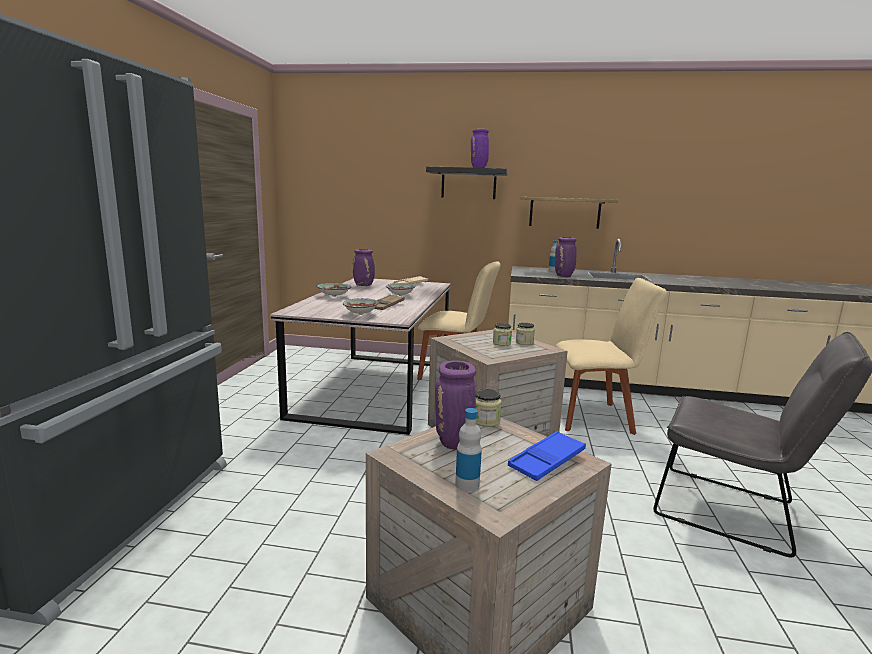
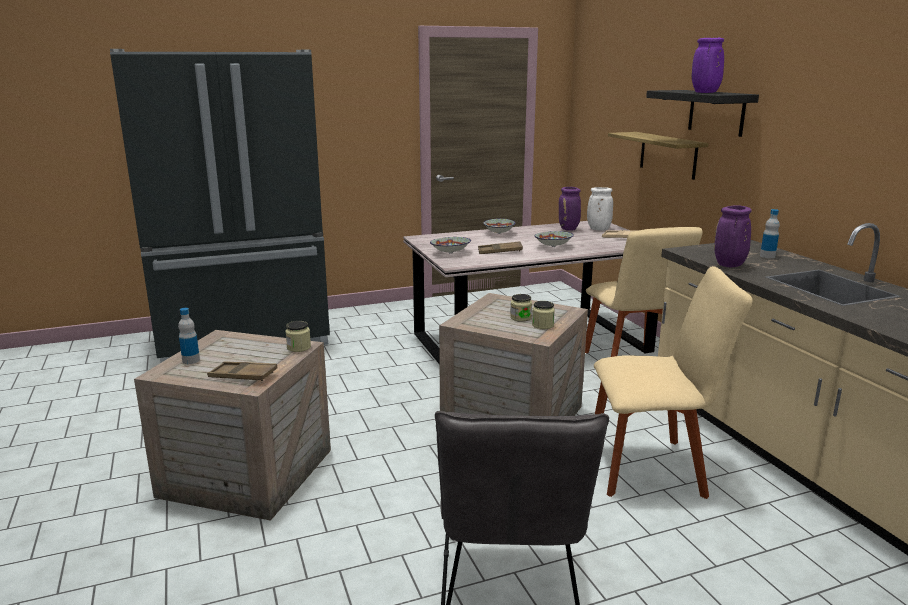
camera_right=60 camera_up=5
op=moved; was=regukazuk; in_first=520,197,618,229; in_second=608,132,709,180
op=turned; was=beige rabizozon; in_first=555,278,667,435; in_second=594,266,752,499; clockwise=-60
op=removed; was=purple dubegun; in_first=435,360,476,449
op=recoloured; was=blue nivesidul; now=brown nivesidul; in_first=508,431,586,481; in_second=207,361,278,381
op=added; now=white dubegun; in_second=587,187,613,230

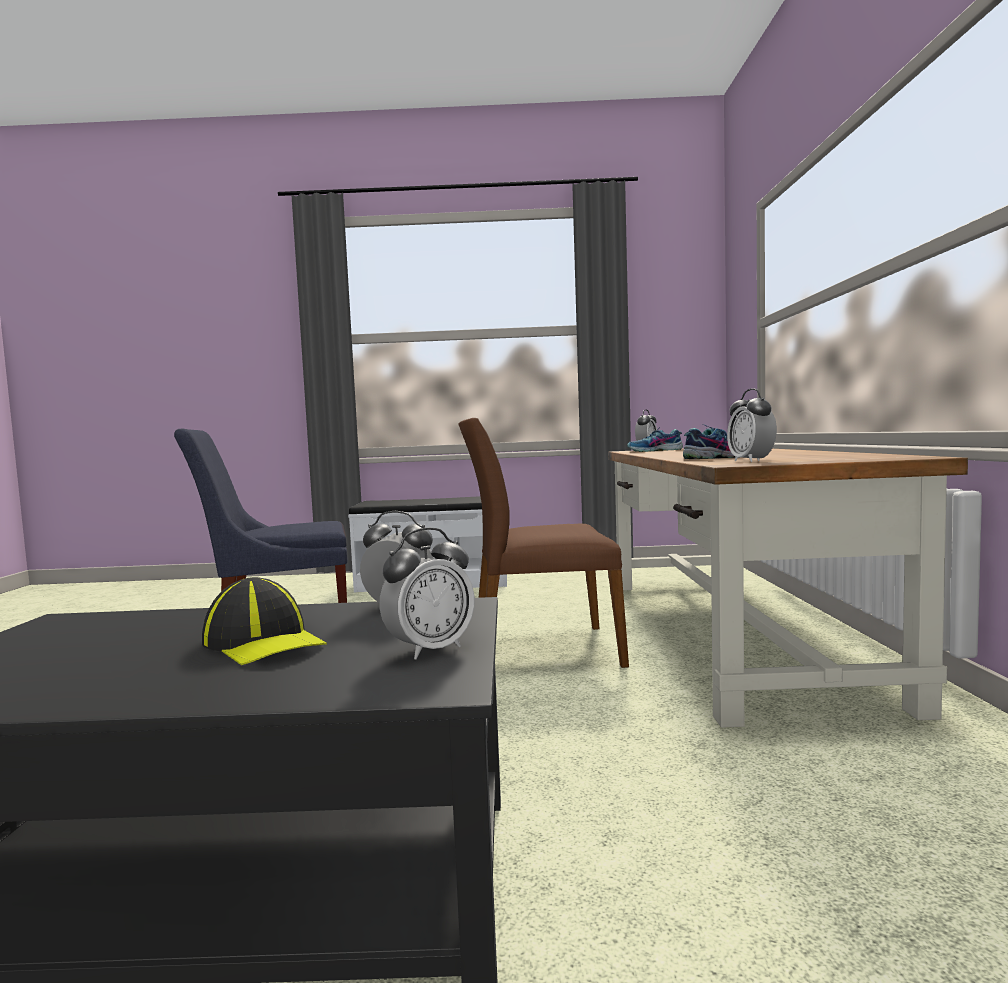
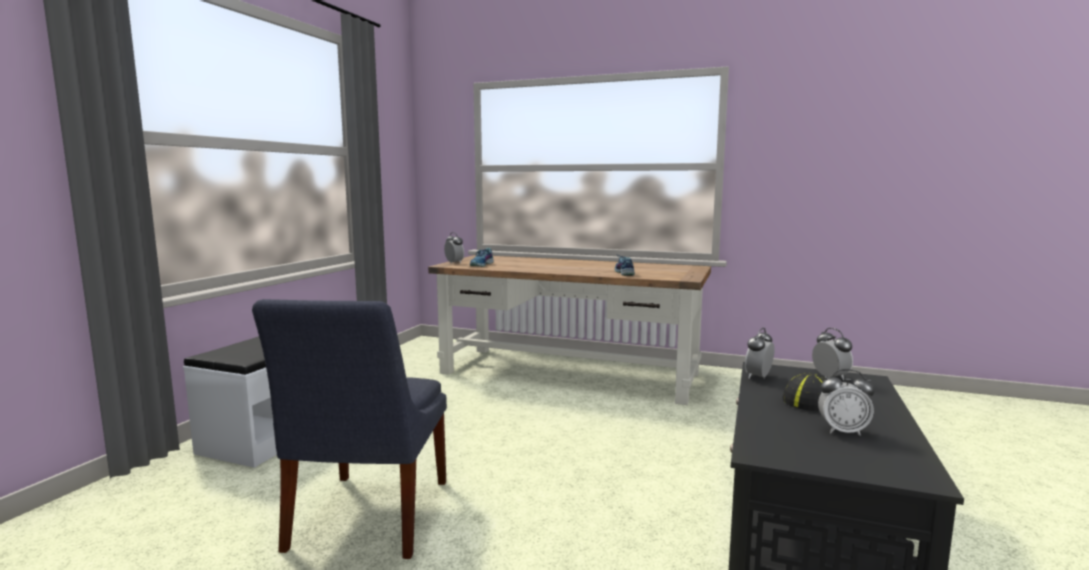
camera_right=-70 camera_up=5
op=moved; was=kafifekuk; in_first=727,388,777,462; in_second=818,369,875,436
op=removed; was=brown rabizozon; in_first=459,418,629,668

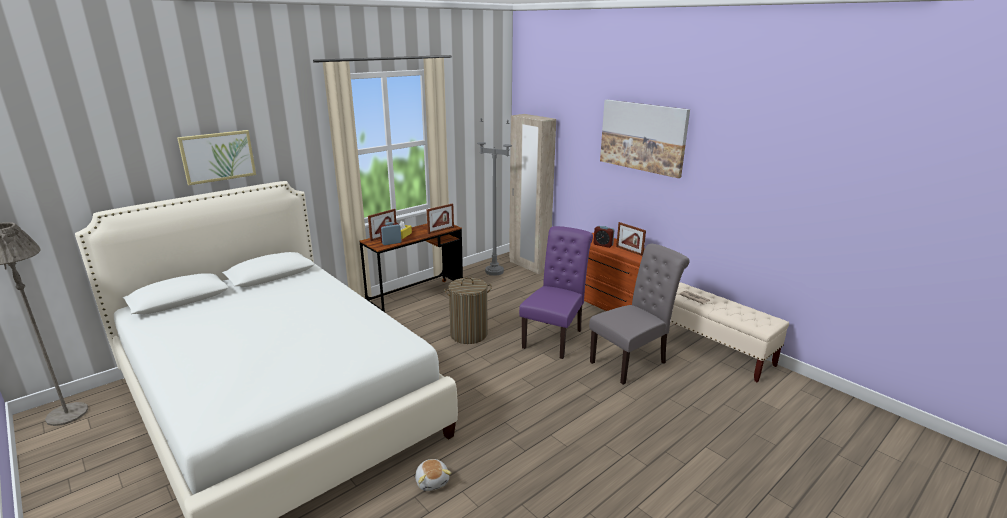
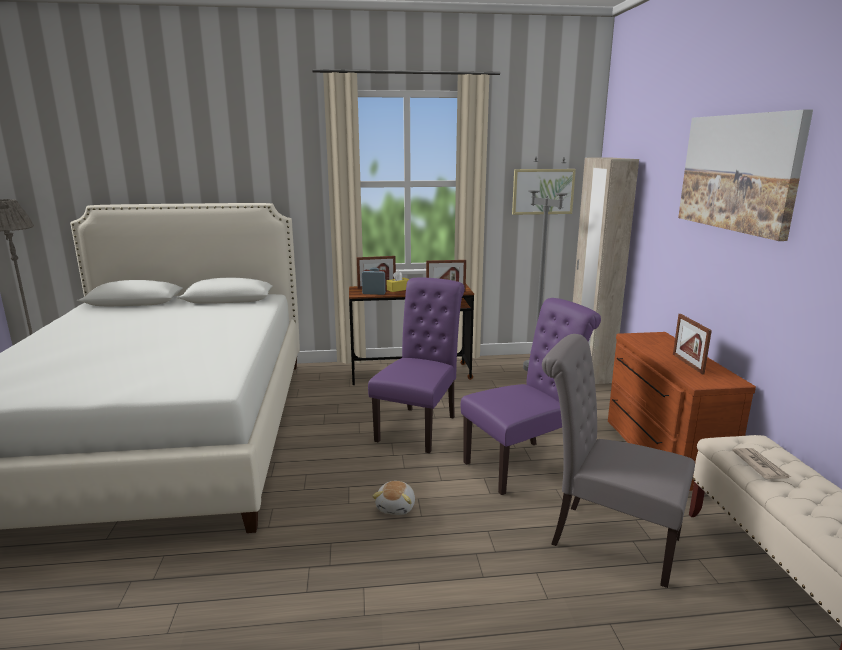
camera_right=35 camera_up=-5
op=moved; was=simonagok; in_first=177,130,256,185; in_second=512,169,576,215
op=removed; was=kafifekuk; in_first=594,226,614,248
op=turned; was=grey rabizozon; in_first=589,244,690,385; in_second=542,334,695,588; clockwise=-150
op=replaced; was=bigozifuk; now=purple rabizozon; in_first=444,277,492,344; in_second=368,277,465,453
op=moved; was=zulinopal; in_first=415,459,451,491; in_second=372,481,415,515

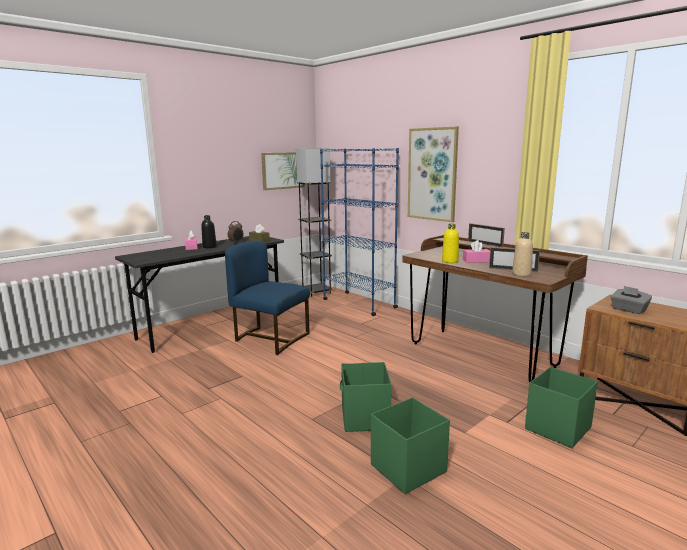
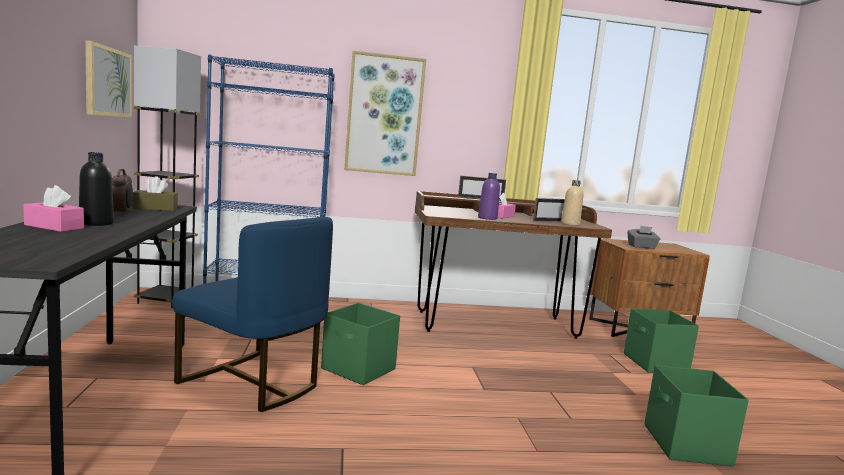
camera_right=-55 camera_up=-5
op=recoloured; was=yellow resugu; now=purple resugu; in_first=442,224,459,263; in_second=478,173,500,220
op=turned; was=blue rabizozon; in_first=225,241,310,355; in_second=172,217,333,412; clockwise=-120
op=moved; was=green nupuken; in_first=340,362,392,432; in_second=321,303,400,385

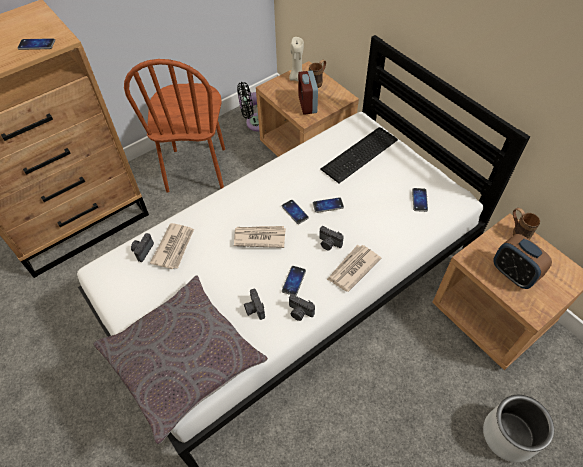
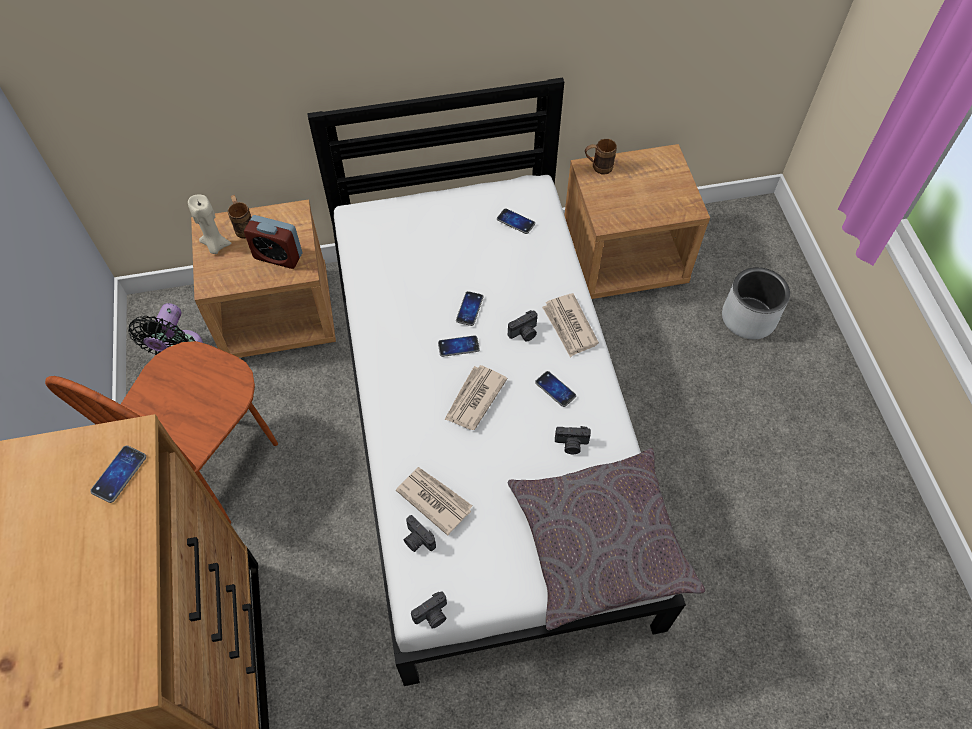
camera_right=-65 camera_up=5
op=turned; was=brown rabizozon; in_first=124,59,225,193; in_second=45,341,278,524; clockwise=90
op=removed; was=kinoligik; in_first=320,127,398,183
op=removed; was=kafifekuk; in_first=493,234,552,289
op=moved; was=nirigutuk; in_first=289,294,315,321; in_second=411,592,447,629

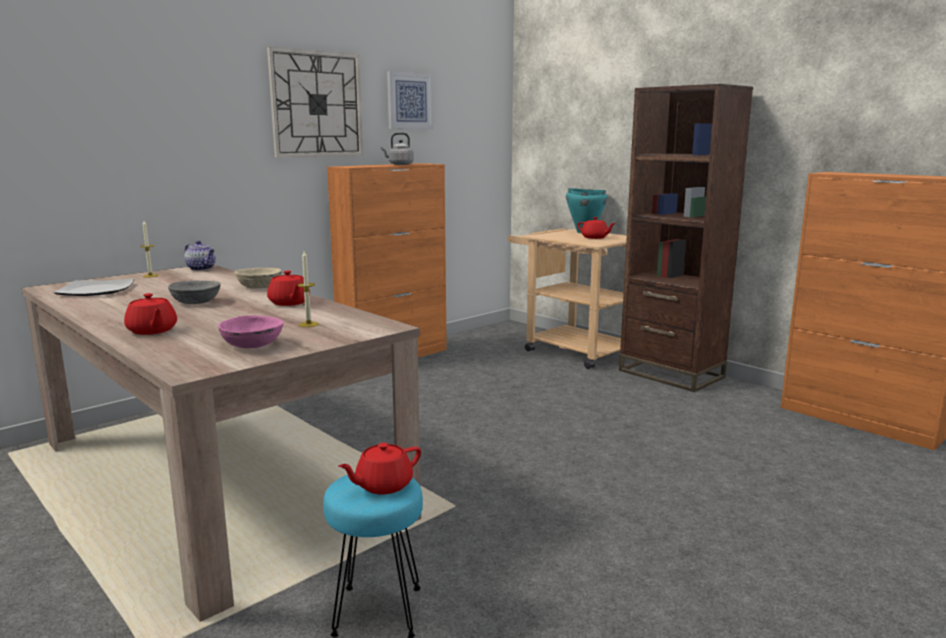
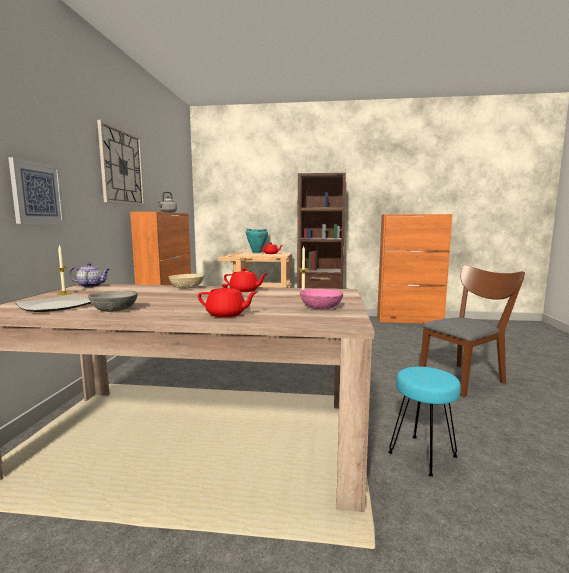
camera_right=-40 camera_up=-5
op=moved; was=simonagok; in_first=387,71,433,129; in_second=8,157,65,224
op=moved; was=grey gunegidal; in_first=168,280,221,304; in_second=88,290,138,312
op=removed; was=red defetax; in_first=338,443,421,494
op=added; now=brown rabizozon; in_second=420,265,525,397

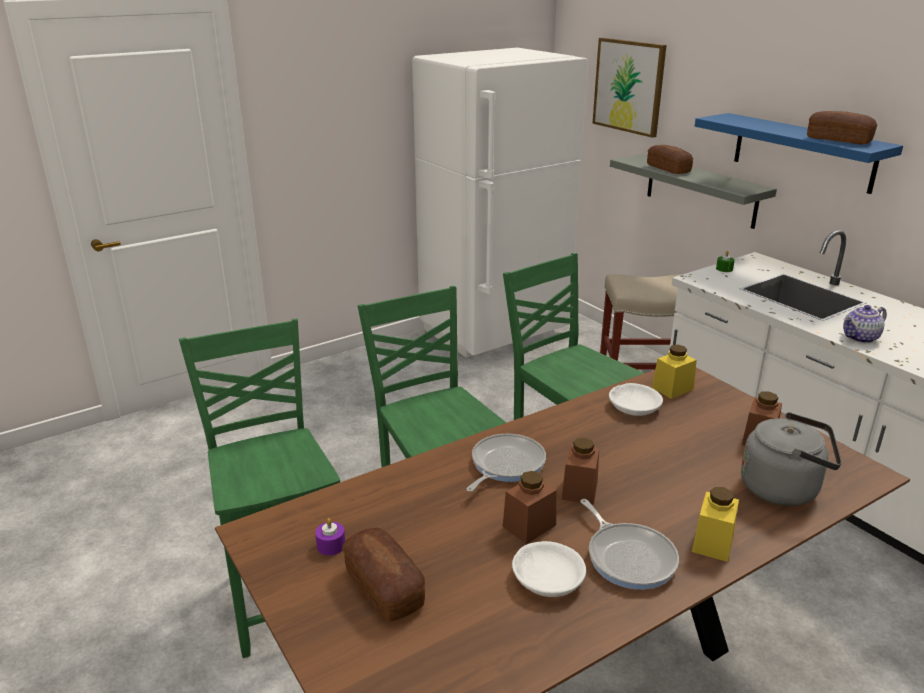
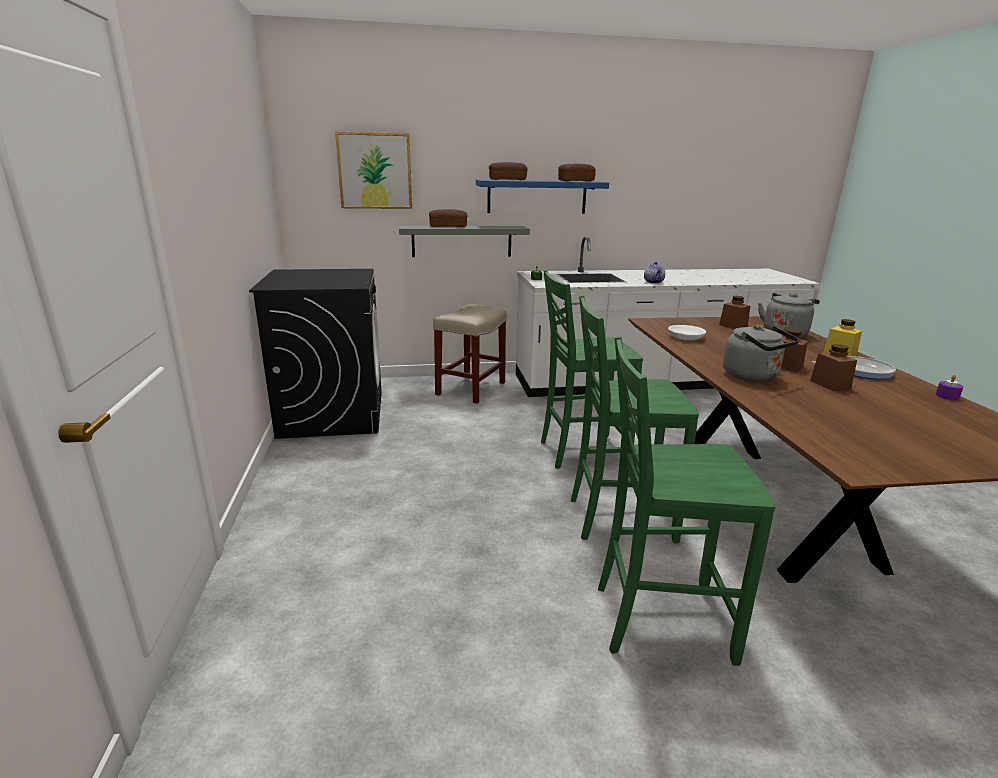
camera_right=-65 camera_up=-5
op=replaced; was=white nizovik; now=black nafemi; in_first=412,48,588,358; in_second=249,269,382,439
op=removed; was=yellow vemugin; in_first=652,345,697,399
op=replaced; was=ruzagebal; now=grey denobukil; in_first=466,434,546,492; in_second=723,325,799,382
op=moved; was=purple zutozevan; in_first=315,518,345,555; in_second=935,375,963,400
op=moved; was=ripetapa; in_first=342,528,425,622; in_second=489,162,527,180
op=removed; was=white gunegidal; in_first=512,541,586,597

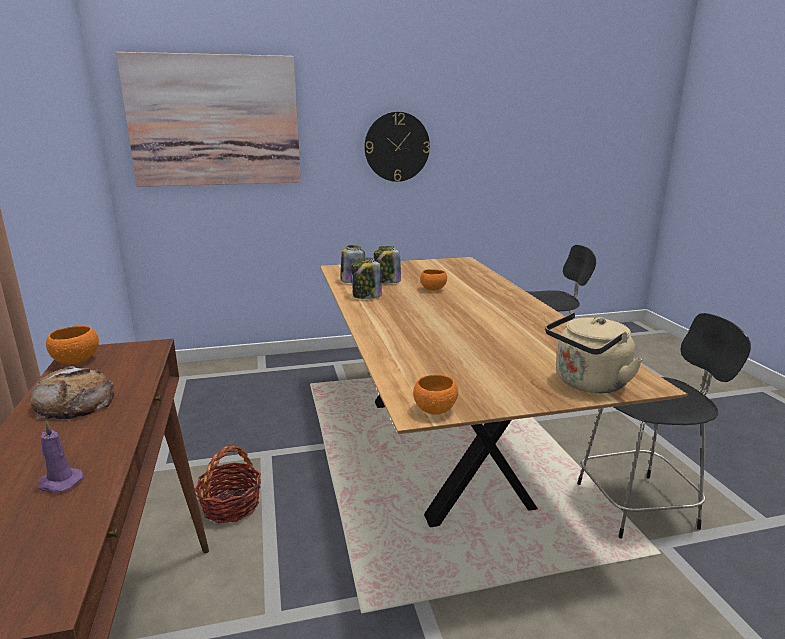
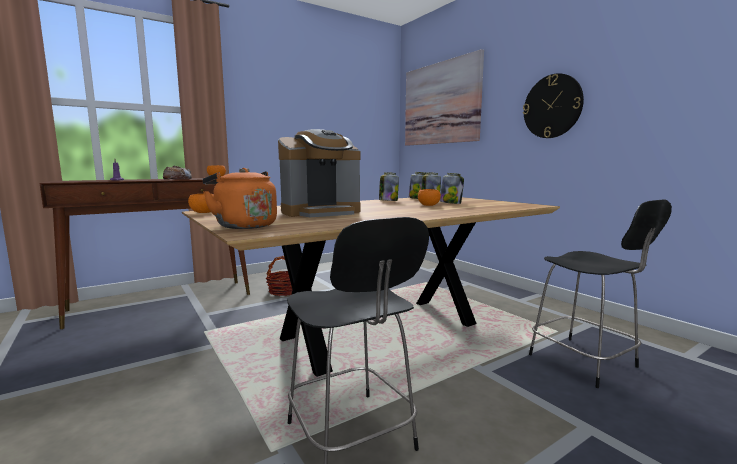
camera_right=70 camera_up=-10
op=recoloured; was=beige denobukil; now=orange denobukil; in_first=545,313,643,393; in_second=203,168,277,229
op=added; now=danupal; in_second=278,129,361,217
op=added; now=vemugin; in_second=440,173,464,204

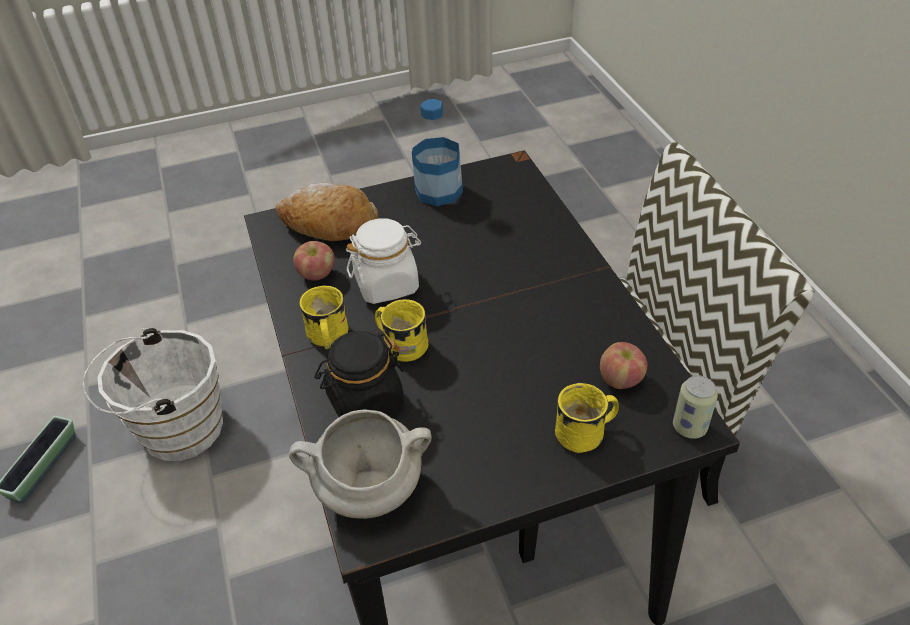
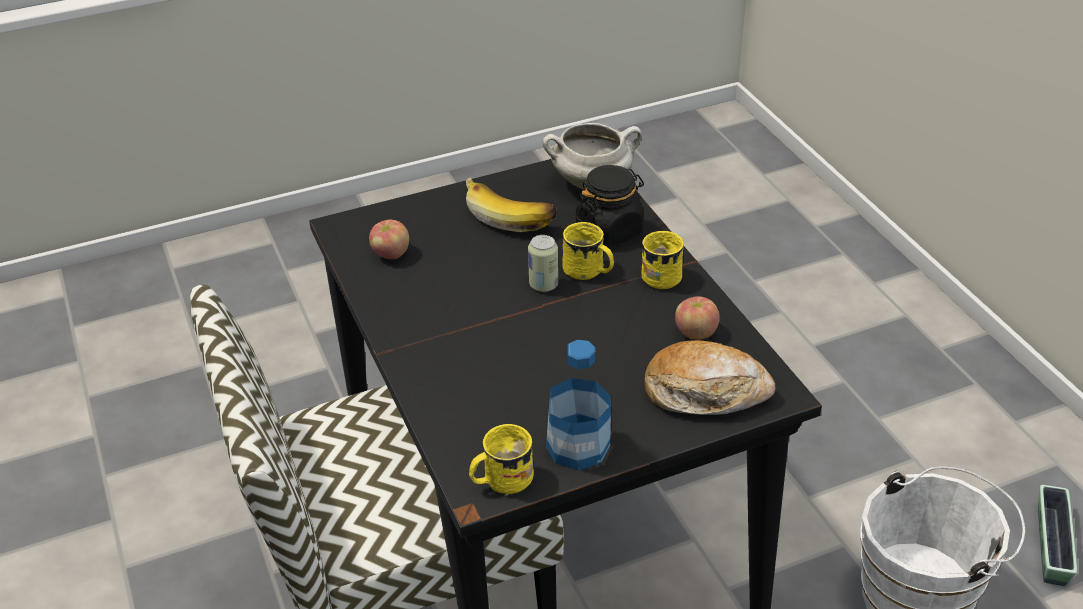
camera_right=175 camera_up=-5
op=removed; was=white vemugin; in_first=346,218,421,304
op=moved; was=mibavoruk; in_first=673,375,718,439; in_second=528,235,558,292
op=moved; was=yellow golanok; in_first=555,383,619,453; in_second=469,424,534,496
op=added; now=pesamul; in_second=466,177,557,232

